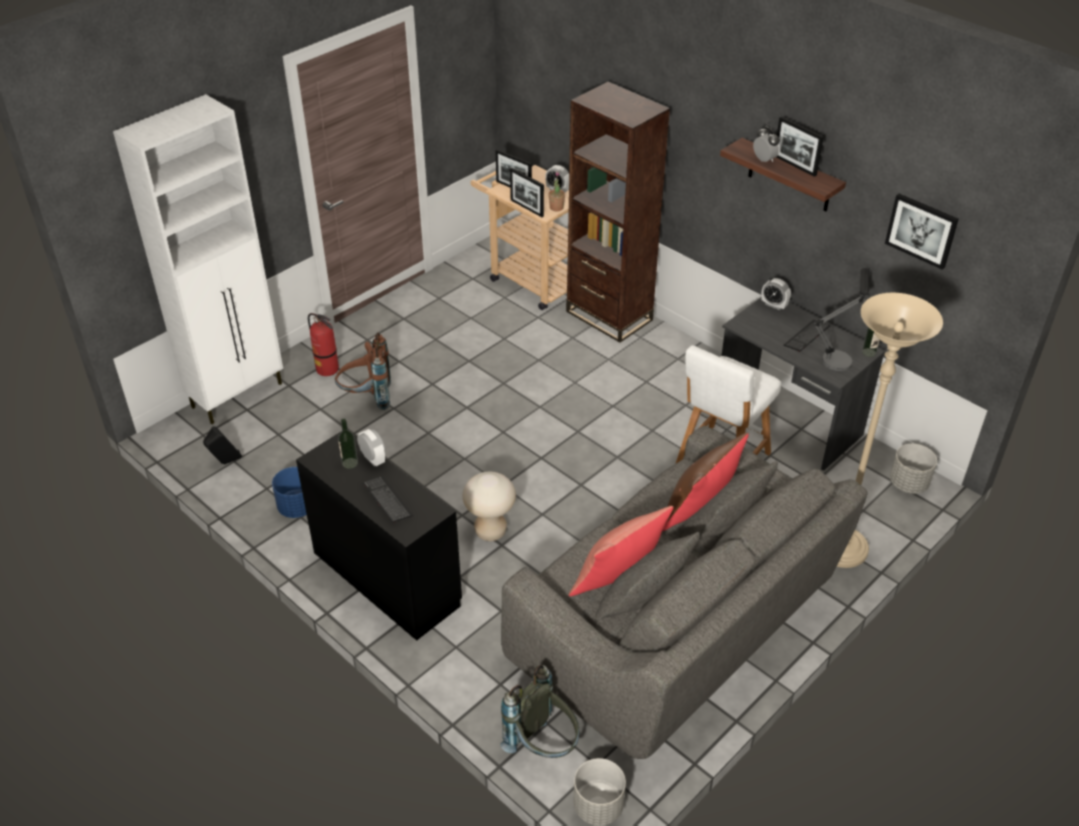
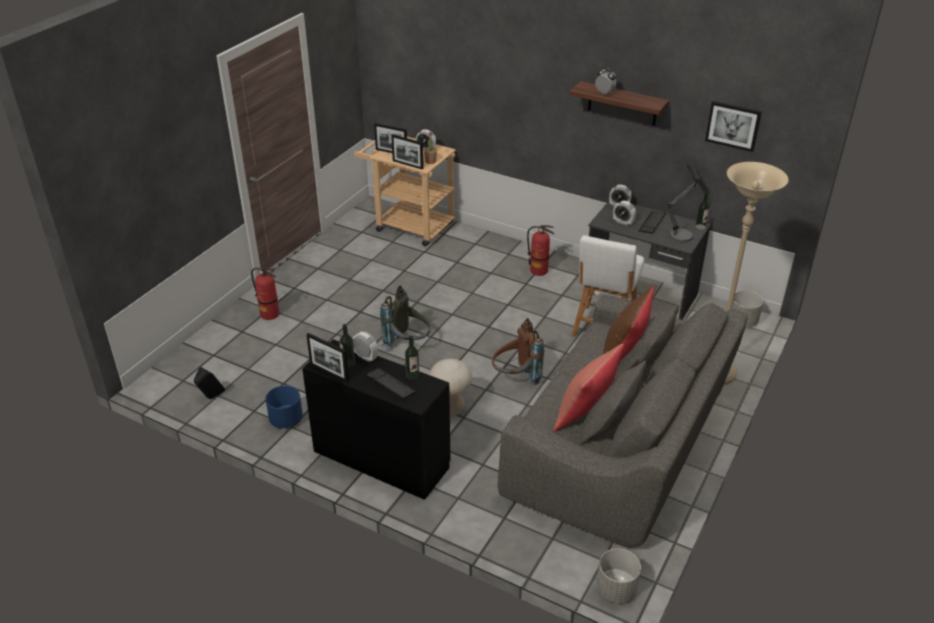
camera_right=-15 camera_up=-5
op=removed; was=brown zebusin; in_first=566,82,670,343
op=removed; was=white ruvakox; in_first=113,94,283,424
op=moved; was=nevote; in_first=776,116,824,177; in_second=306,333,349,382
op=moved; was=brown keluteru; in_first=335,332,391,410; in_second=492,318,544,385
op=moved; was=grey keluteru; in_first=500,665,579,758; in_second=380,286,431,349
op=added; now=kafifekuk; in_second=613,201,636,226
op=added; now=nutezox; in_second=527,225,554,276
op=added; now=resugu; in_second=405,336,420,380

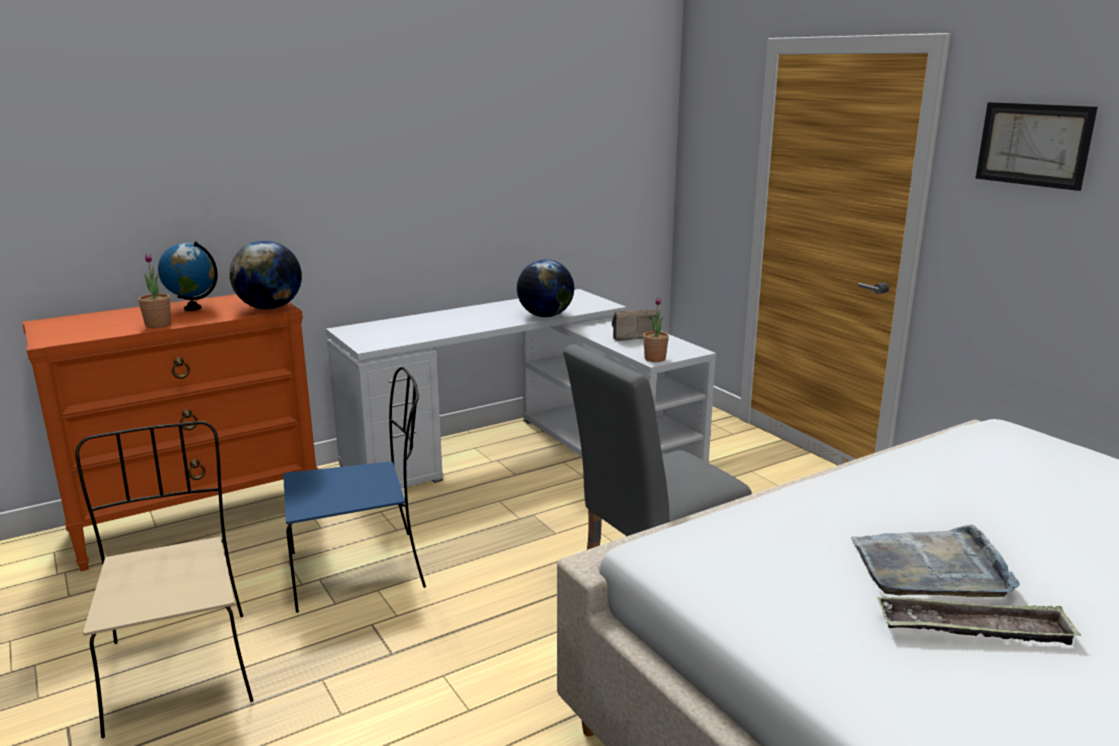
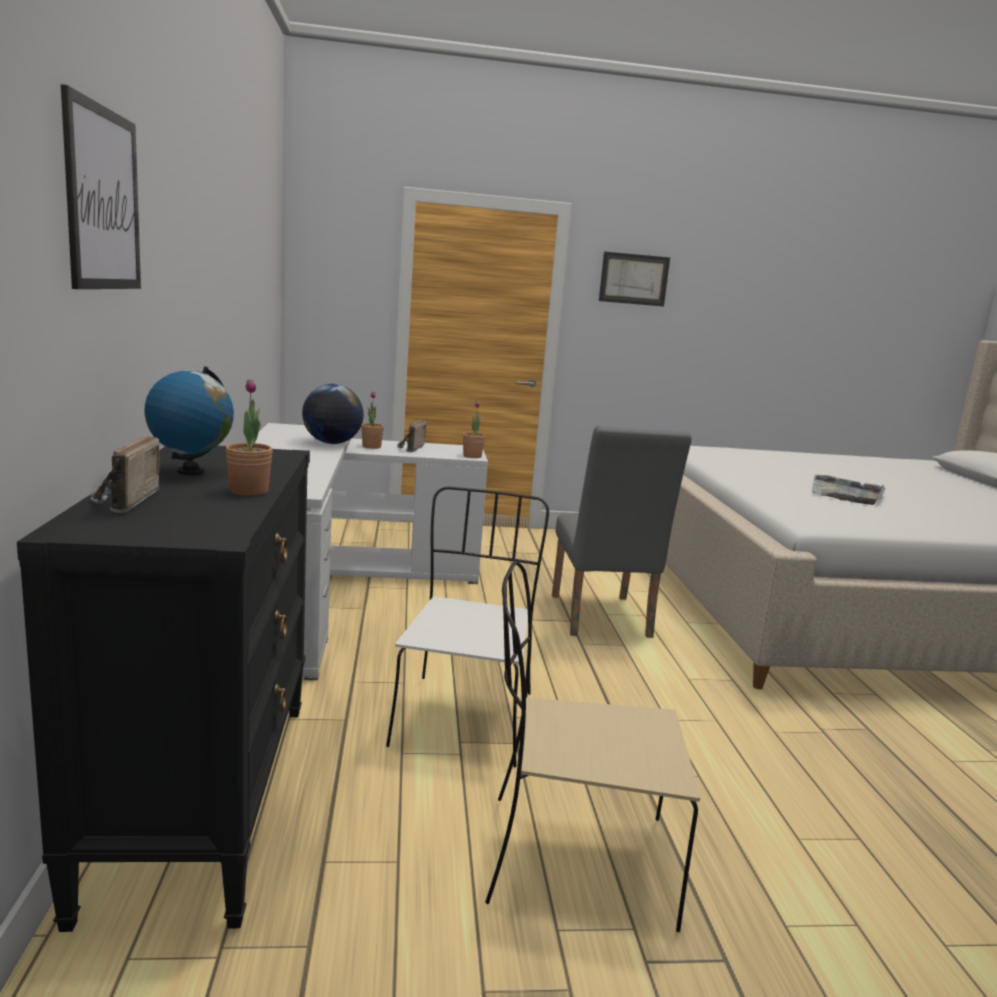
camera_right=-65 camera_up=-5
op=removed; was=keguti; in_first=230,240,302,310
op=recoloured; was=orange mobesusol; now=black mobesusol; in_first=22,294,318,571; in_second=17,446,310,932
op=recoloured; was=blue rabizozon; now=white rabizozon; in_first=283,367,426,613; in_second=386,487,549,767
op=removed; was=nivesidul; in_first=877,597,1081,645
op=added; now=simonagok; in_second=61,84,141,289
op=added; now=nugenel; in_second=361,392,384,449
op=added; now=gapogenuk; in_second=91,436,160,513

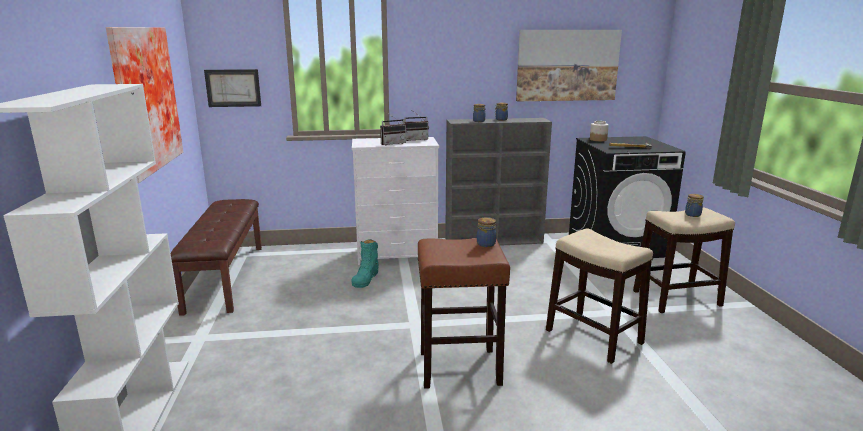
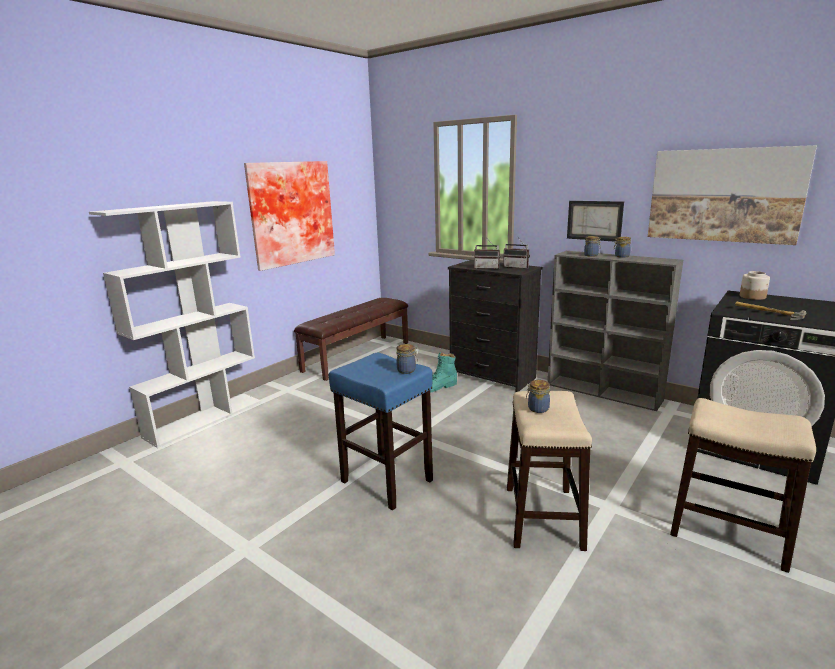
camera_right=45 camera_up=0
op=moved; was=simonagok; in_first=204,69,261,107; in_second=567,201,624,242
op=recoloured; was=white mobesusol; now=black mobesusol; in_first=352,137,439,265; in_second=448,260,542,392
op=moved; was=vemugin; in_first=685,194,704,217; in_second=526,380,550,413
op=recoloured; was=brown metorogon; now=blue metorogon; in_first=418,238,510,389; in_second=329,353,433,510

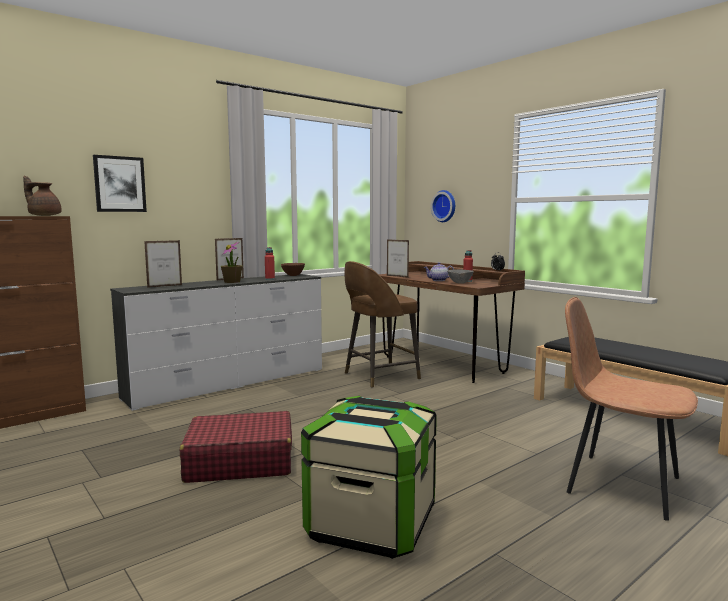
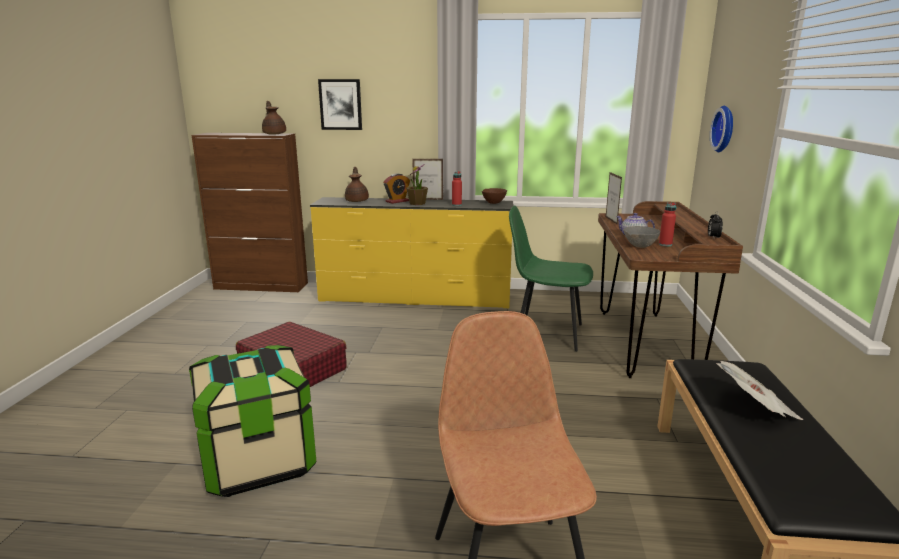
camera_right=45 camera_up=10
op=replaced; was=nevote; now=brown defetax; in_first=144,240,182,288; in_second=345,167,369,202
op=replaced; was=brown metorogon; now=green rabizozon; in_first=344,261,421,388; in_second=509,205,593,352
op=recoloured; was=white mobesusol; now=yellow mobesusol; in_first=110,274,322,411; in_second=310,197,513,308
op=added; now=kafifekuk; in_second=383,173,410,204
op=added; now=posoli; in_second=716,361,803,420

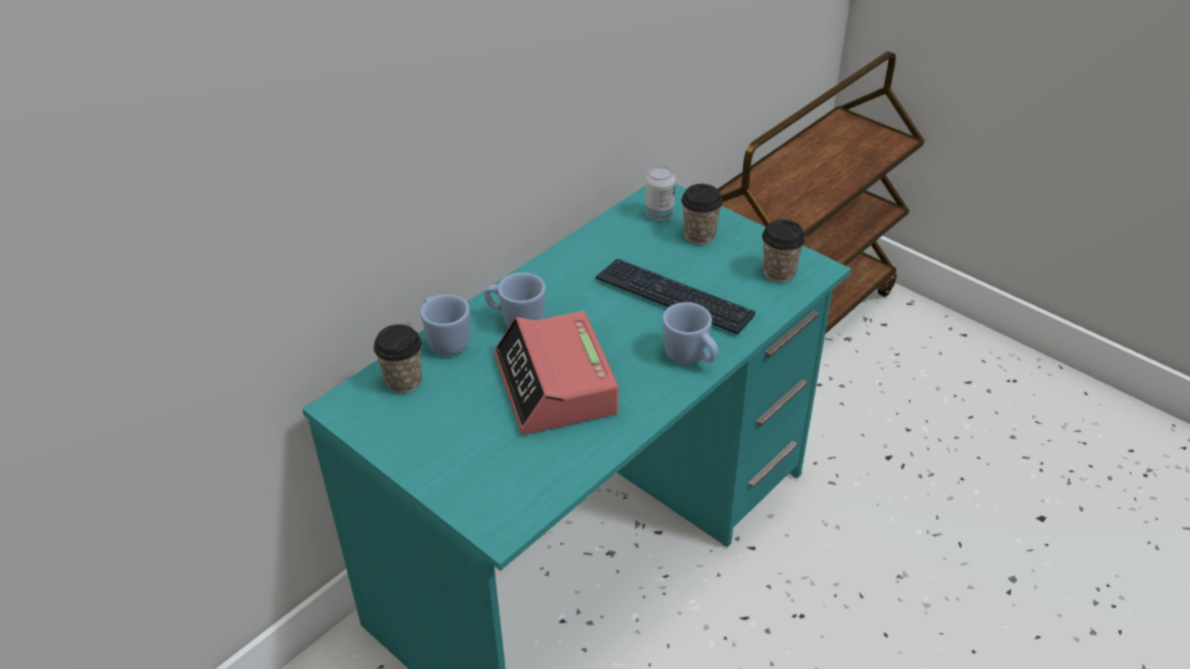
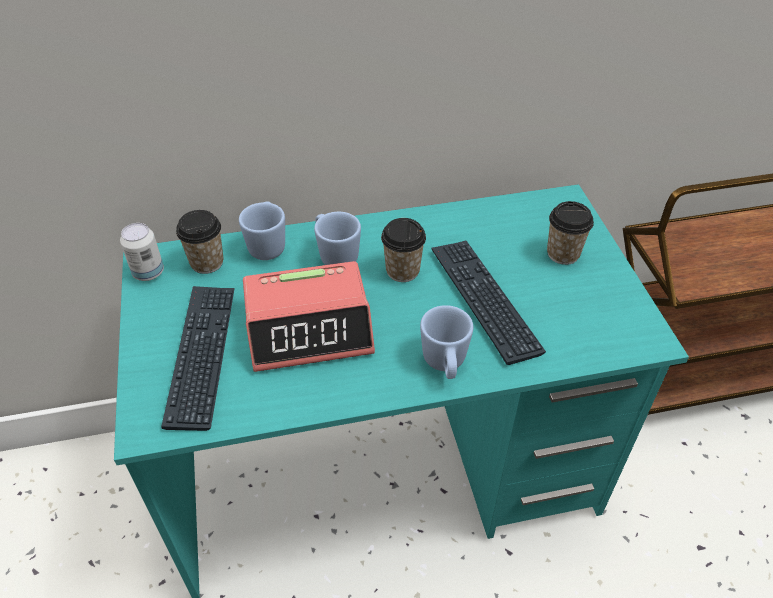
camera_right=35 camera_up=5
op=moved; was=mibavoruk; in_first=645,166,676,221; in_second=120,223,164,281
op=moved; was=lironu; in_first=762,219,806,283; in_second=381,218,426,282
op=turned; was=kafifekuk; in_first=494,311,619,434; in_second=243,261,375,372; clockwise=-120
op=added; now=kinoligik; in_second=161,286,235,431

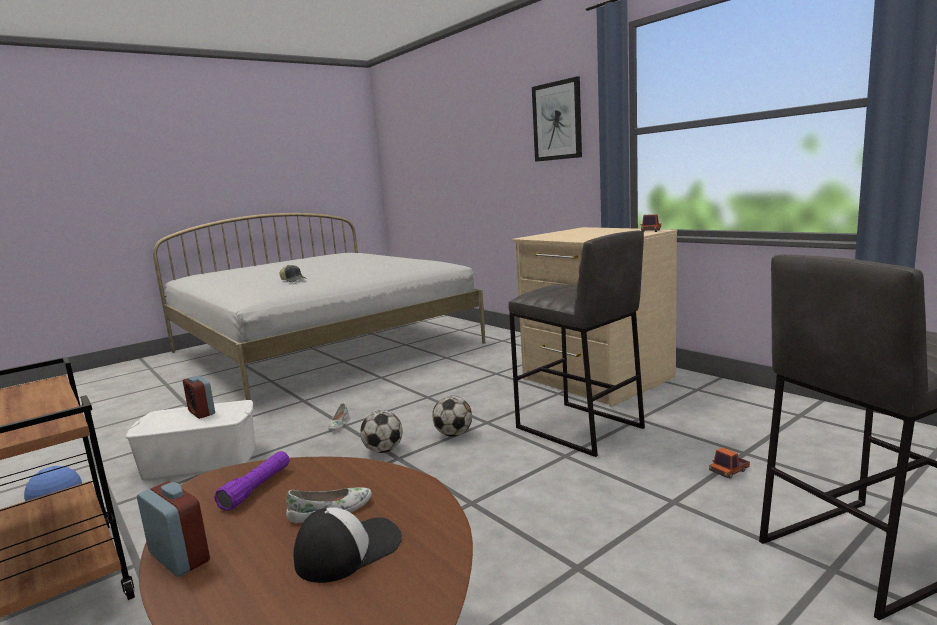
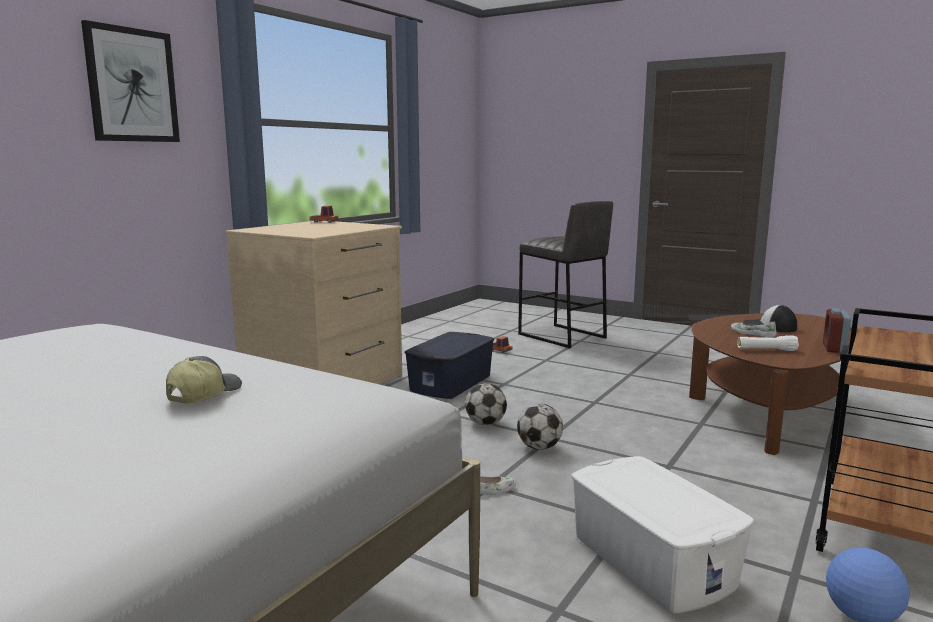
camera_right=-110 camera_up=0
op=replaced; was=grey metorogon; now=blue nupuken; in_first=509,231,645,457; in_second=405,332,494,399
op=removed; was=kafifekuk; in_first=183,376,215,419
op=recoloured; was=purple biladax; now=white biladax; in_first=214,451,290,511; in_second=737,335,799,351

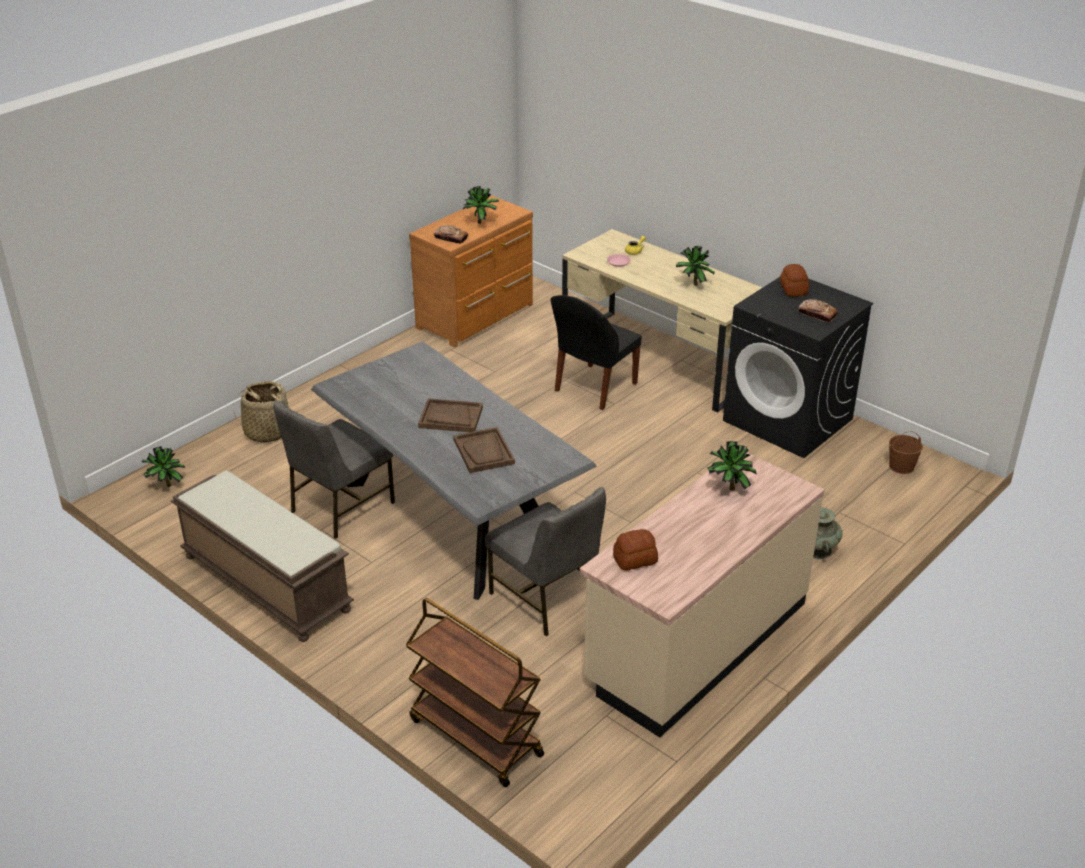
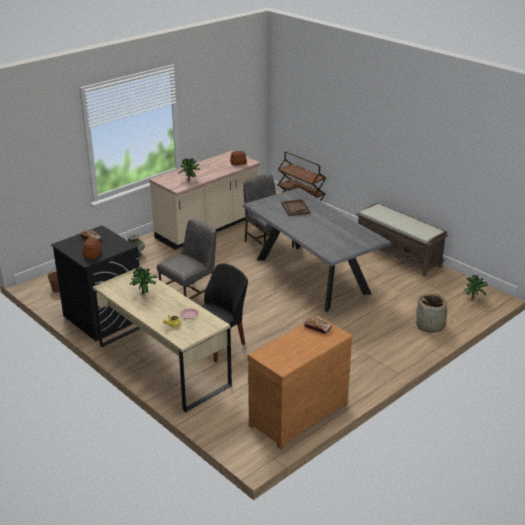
camera_right=-175 camera_up=-5
op=removed; was=nugenel; in_first=463,186,499,224
op=removed; was=brown nivesidul; in_first=418,398,483,432
op=moved; was=grey rabizozon; in_first=273,401,395,539; in_second=157,219,216,300

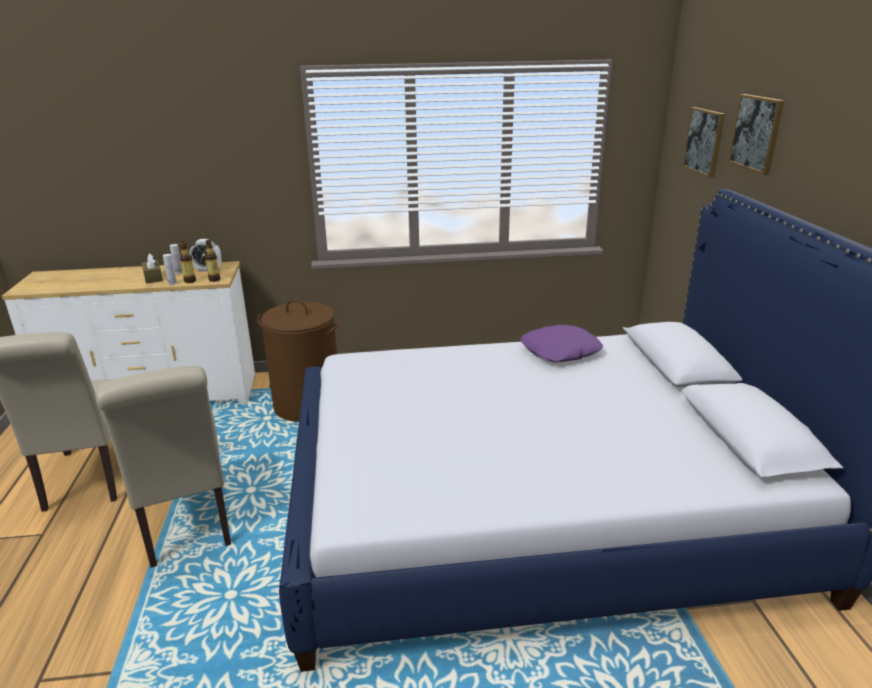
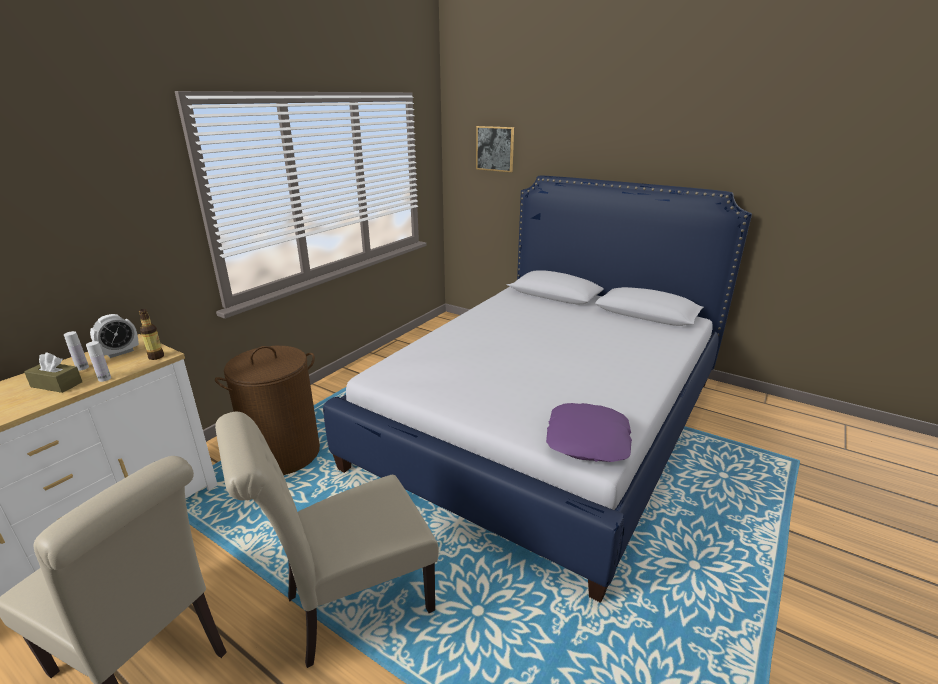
camera_right=-50 camera_up=0
op=removed; was=simonagok; in_first=728,94,784,175
op=removed; was=resugu; in_first=180,241,196,283
op=moved; was=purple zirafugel; in_first=520,325,603,362; in_second=546,403,632,462
op=turned; was=beige rabizozon; in_first=95,366,231,568; in_second=215,412,439,668; clockwise=135

